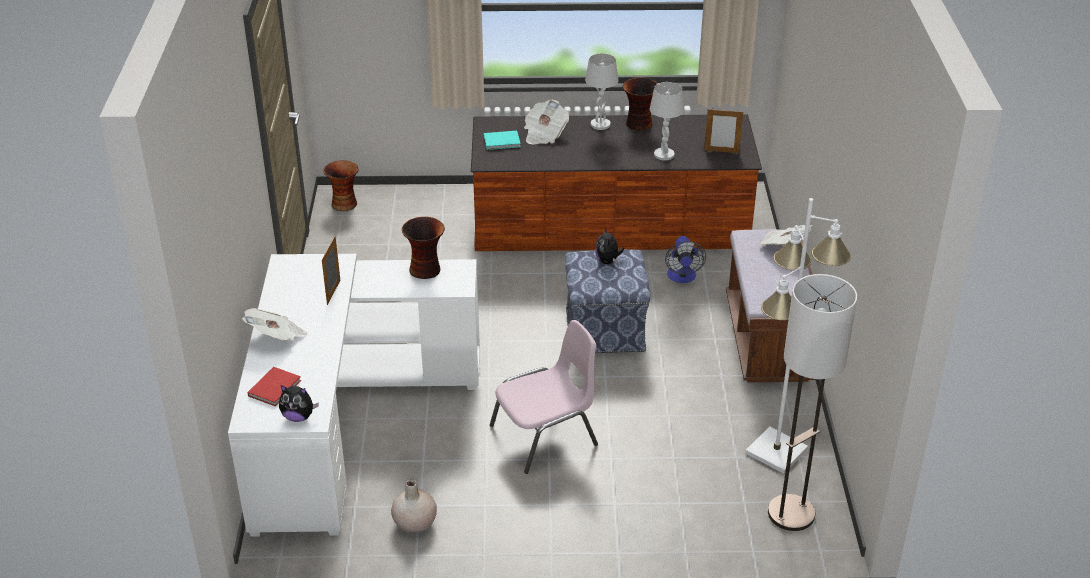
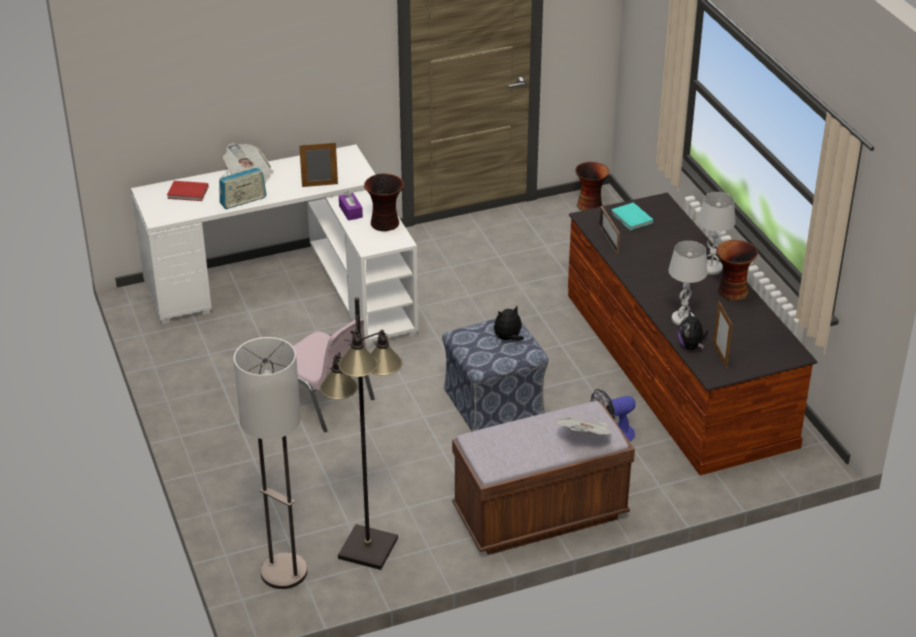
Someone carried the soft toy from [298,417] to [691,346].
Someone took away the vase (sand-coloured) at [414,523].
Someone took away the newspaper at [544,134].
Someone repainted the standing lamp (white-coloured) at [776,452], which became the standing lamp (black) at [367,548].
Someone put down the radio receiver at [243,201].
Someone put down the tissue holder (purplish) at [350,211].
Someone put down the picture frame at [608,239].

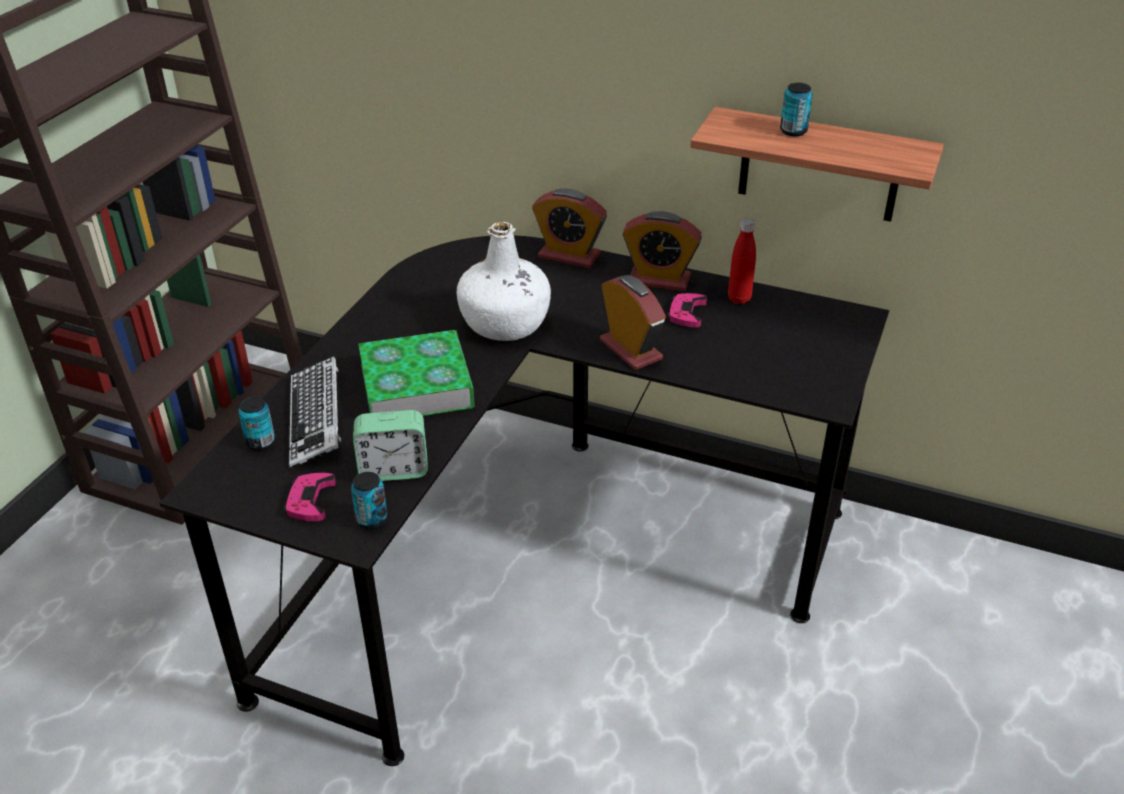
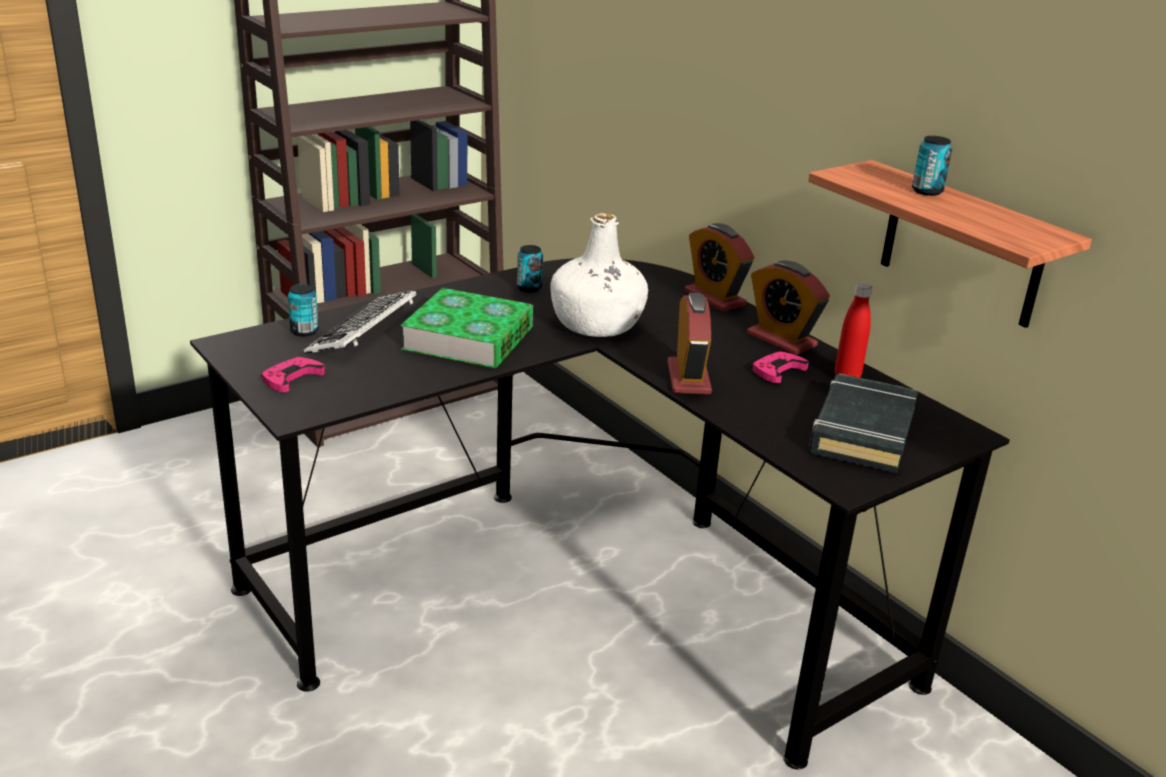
Someone carried the sealed can from [372,520] to [529,288].
Someone took away the bedside clock at [393,470].
Someone put down the book (black) at [862,431].

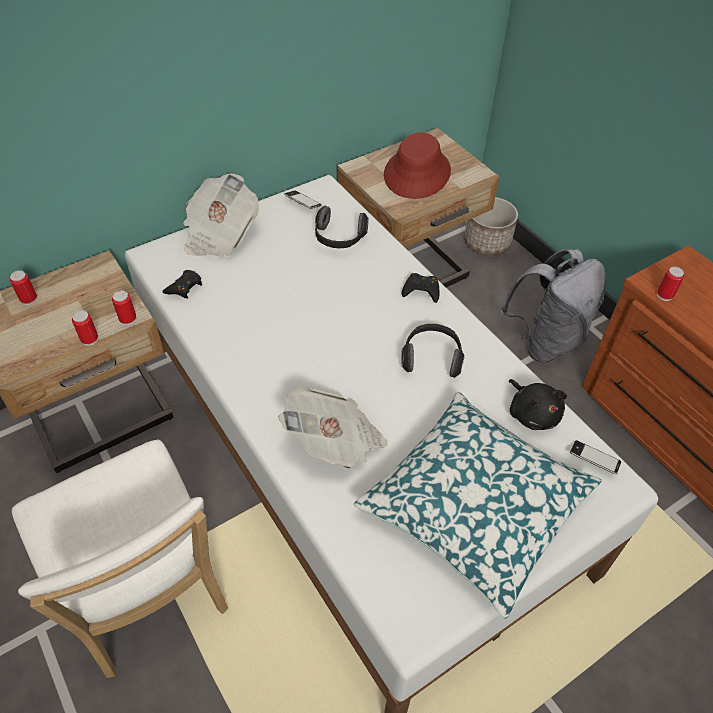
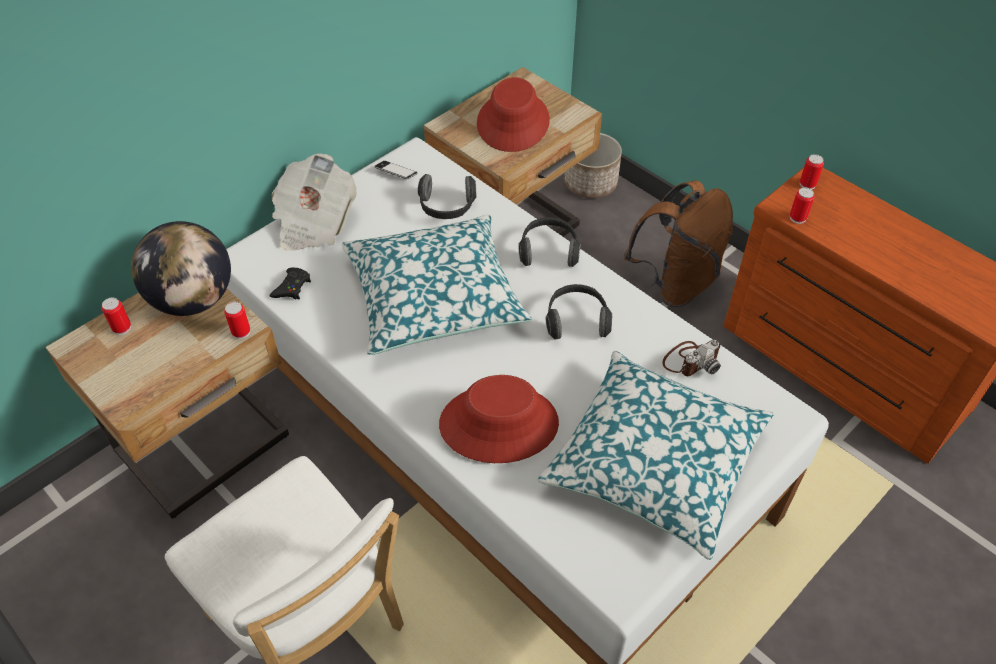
Someone carried the sealed can from [89,339] to [807,184].
Someone swapped the newspaper at [335,442] for the wearable hat (reddish) at [499,423].
Someone swapped the gamepad (black) at [421,290] for the pair of headphones at [548,251].
Someone repainted the knapsack (greyish) at [545,341], which became the knapsack (brownish) at [675,283].
Someone swapped the soft toy (black) at [532,413] for the still camera at [691,360].
Someone took away the handset at [594,459].
Someone put down the world globe at [193,300].
Someone put down the cushion at [434,297].

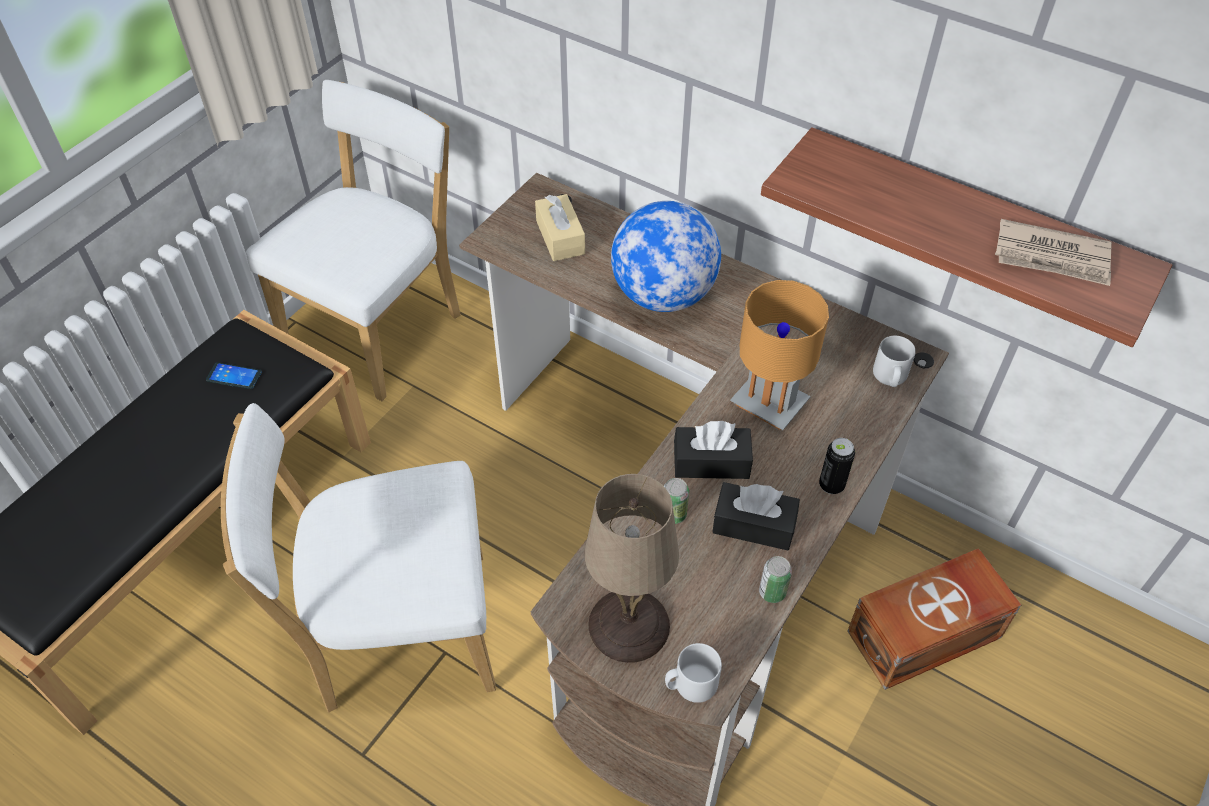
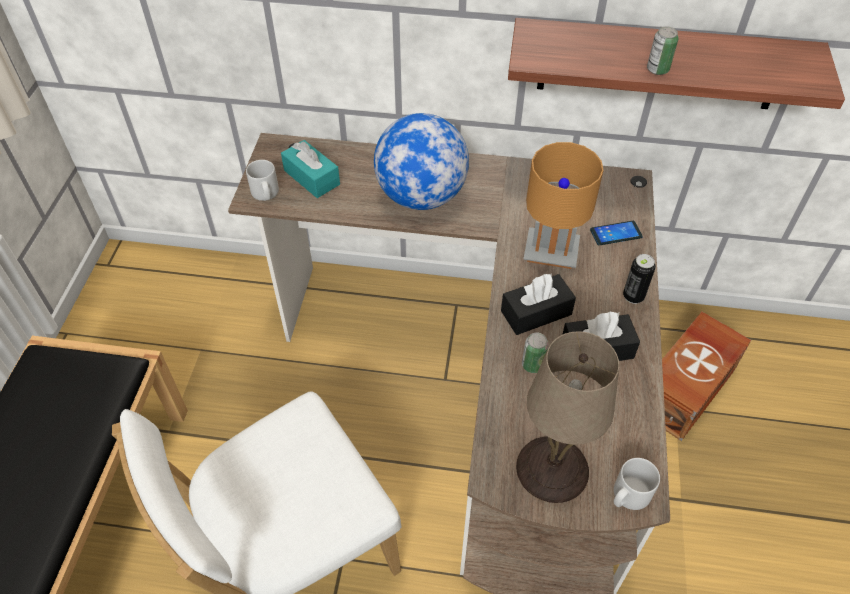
Someone carried the handset from [234,376] to [616,233].
Someone took away the upright chair (white-coloured) at [380,328].
Someone repainted the tissue holder (sand-coloured) at [560,237], which became the tissue holder (blue-green) at [312,177].
Someone carried the sealed can from [772,592] to [657,69].
Someone carried the mug (greyish) from [890,377] to [265,194].
Someone took away the newspaper at [1052,257].

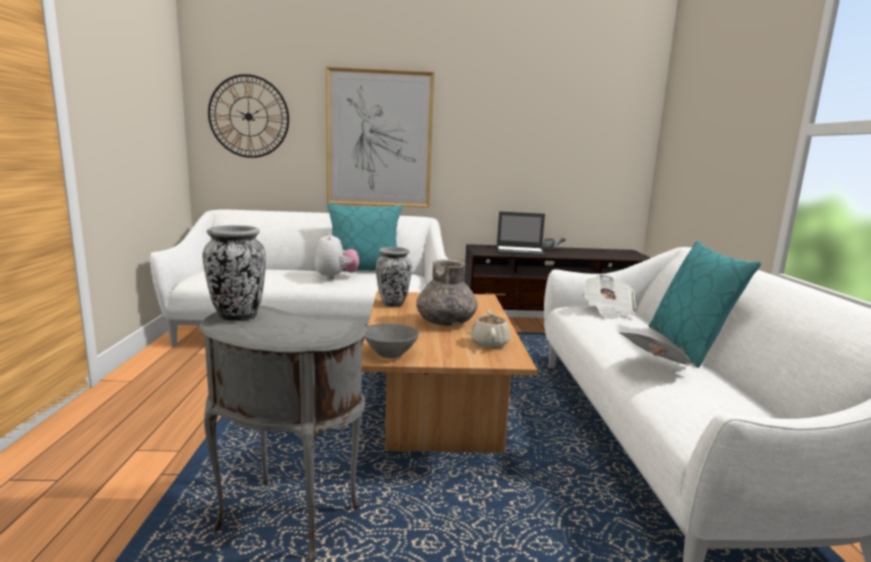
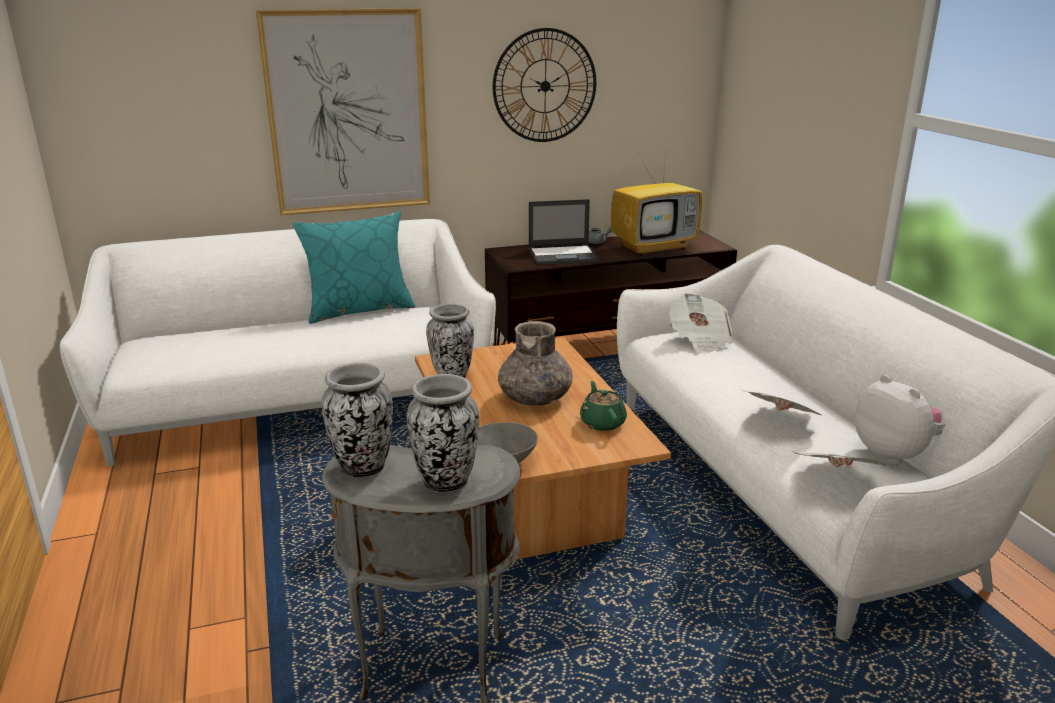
Someone carried the clock on the wall from [248,116] to [545,86].
Someone carried the soft toy from [336,277] to [894,454].
Someone repainted the teapot (sand-coloured) at [489,343], which became the teapot (green-coloured) at [602,422].
Someone took away the cushion (blue-green) at [689,346].
Someone put down the vase at [446,483].
Someone put down the TV set at [654,247].
Someone put down the newspaper at [834,479].

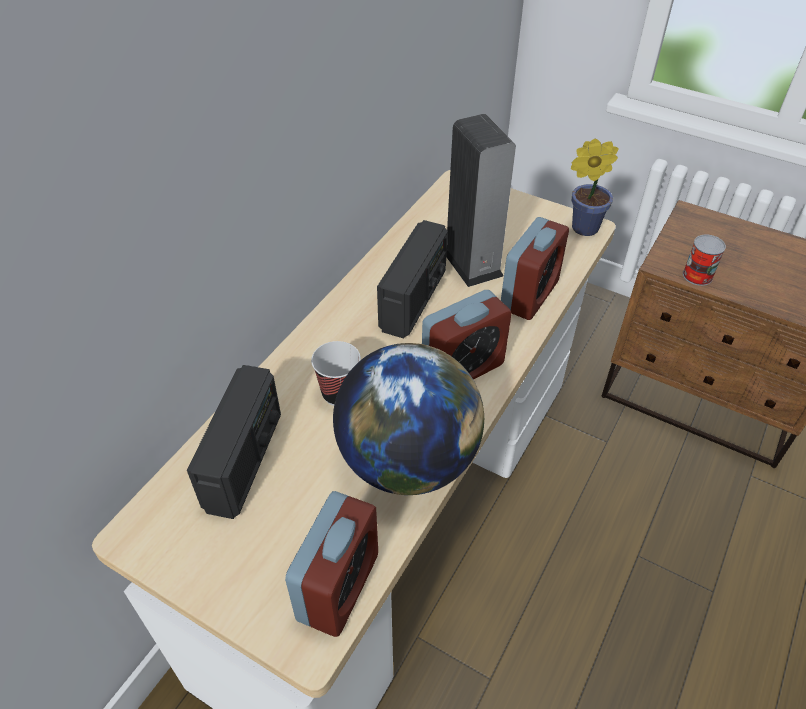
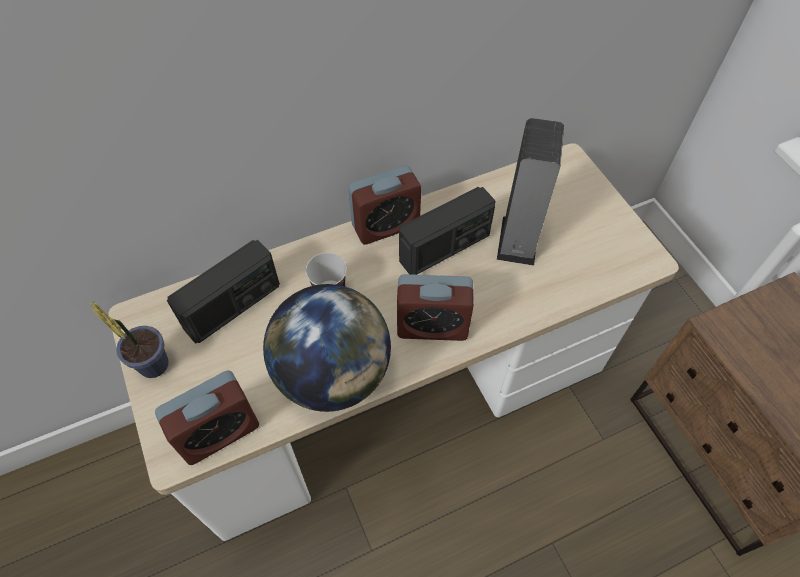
Someone carried the bedside clock from [529,295] to [385,225].
Someone carried the potted plant from [581,228] to [151,362].
Someone took away the sealed can at [697,275].

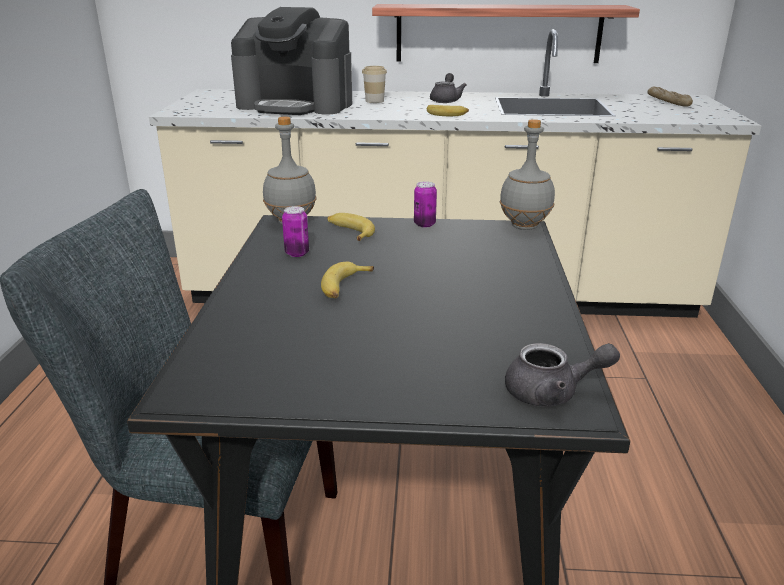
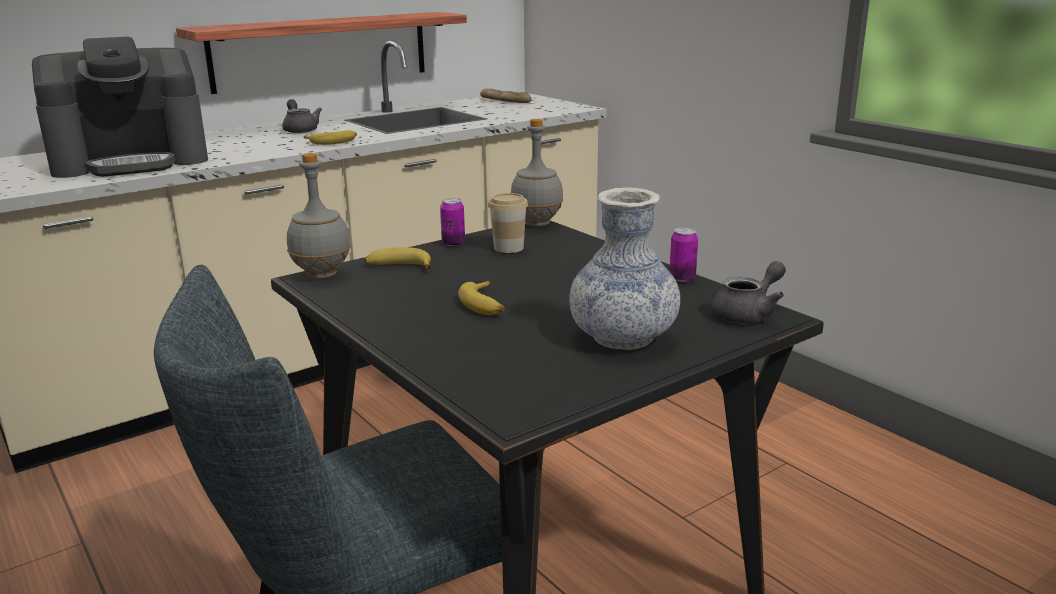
Someone carried the sealed can from [297,253] to [682,278].
Someone carried the cup from [374,101] to [508,248].
Someone put down the vase at [623,338].

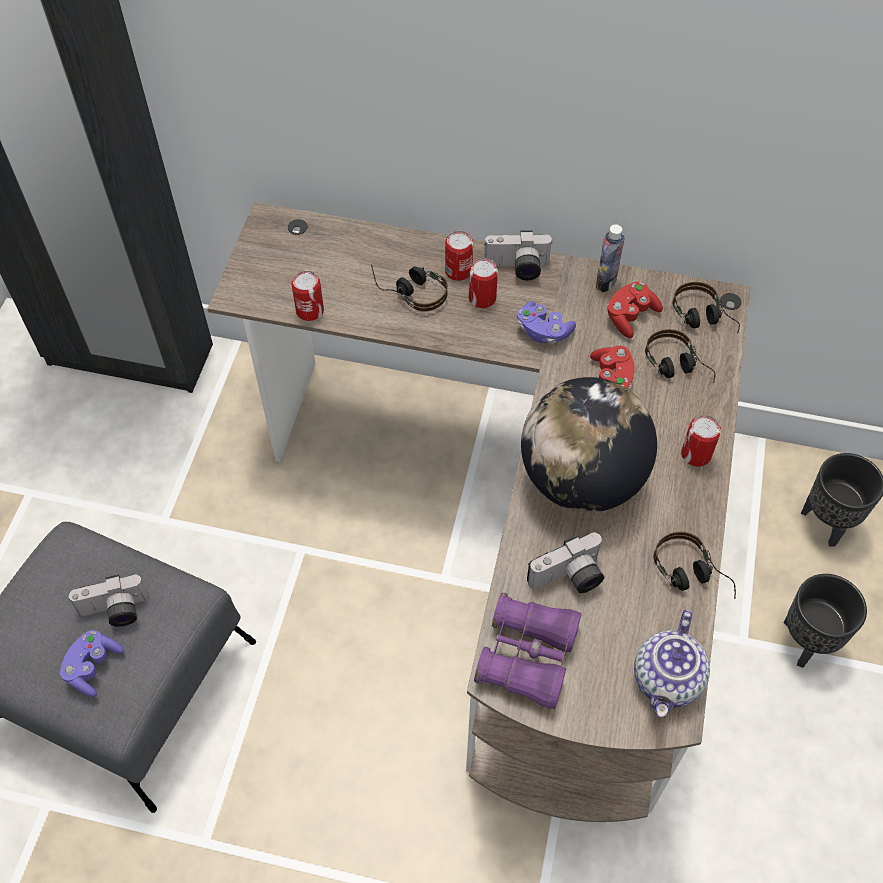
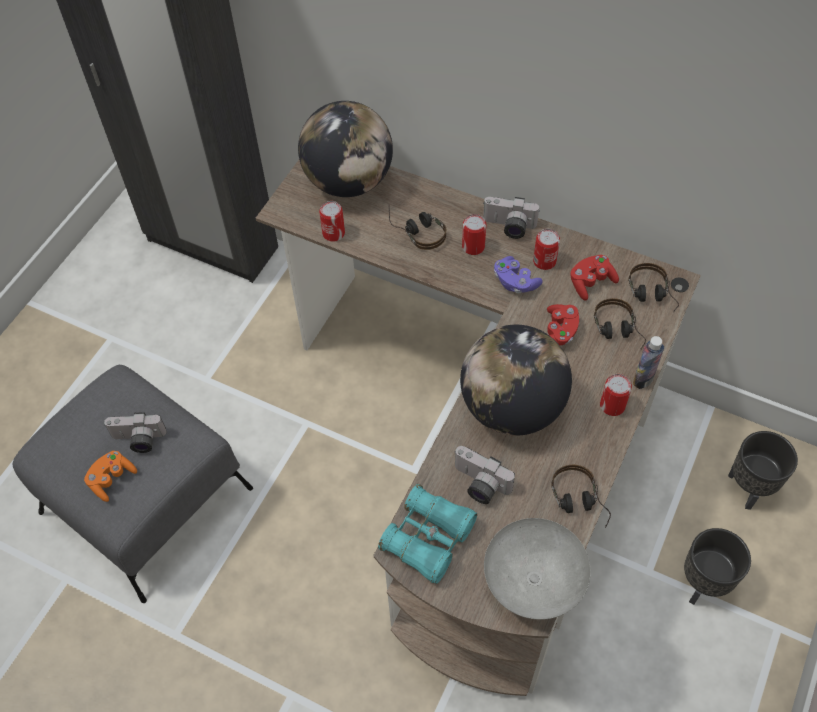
Someone repainted the gamepad (purplish) at [93,667], which became the gamepad (orange-coloured) at [112,479].
Someone carried the sealed can from [458,271] to [544,261].
Someone repainted the field glasses (purplish) at [527,656], which became the field glasses (blue-green) at [428,539].
Someone rotated the still camera at [569,579] by 45 degrees clockwise.
Someone carried the drink bottle from [606,282] to [643,379].
Someone swapped the teapot at [668,680] for the deep dish (greyish) at [535,581].
Someone put down the world globe at [349,182].

